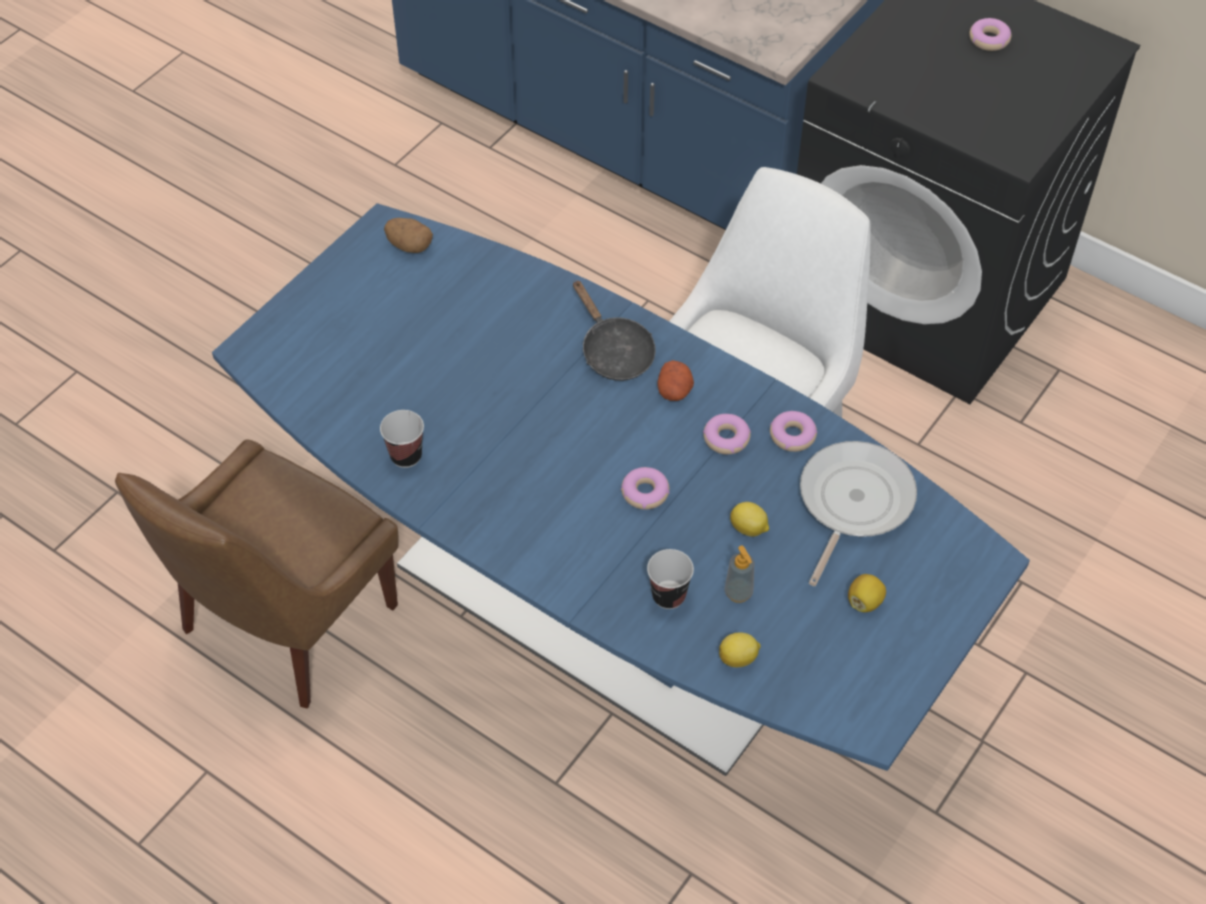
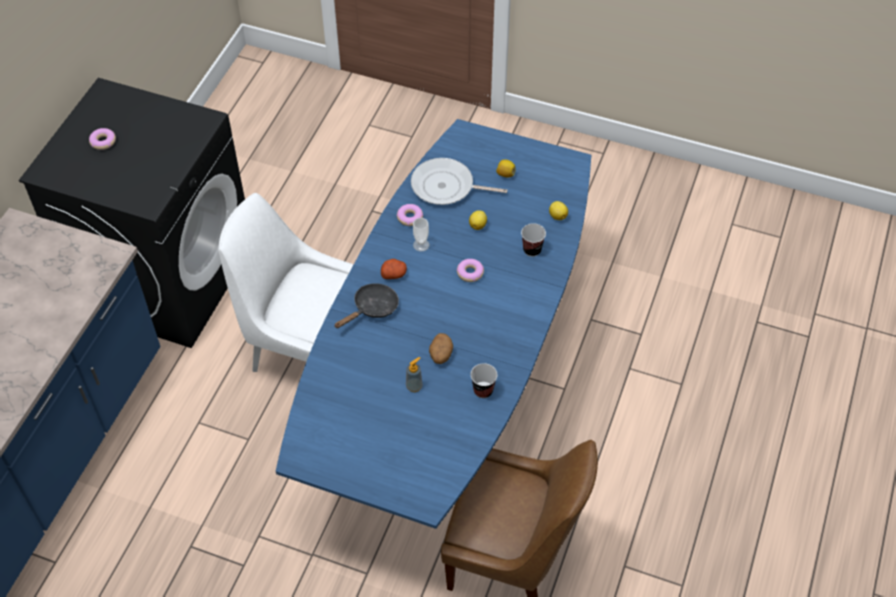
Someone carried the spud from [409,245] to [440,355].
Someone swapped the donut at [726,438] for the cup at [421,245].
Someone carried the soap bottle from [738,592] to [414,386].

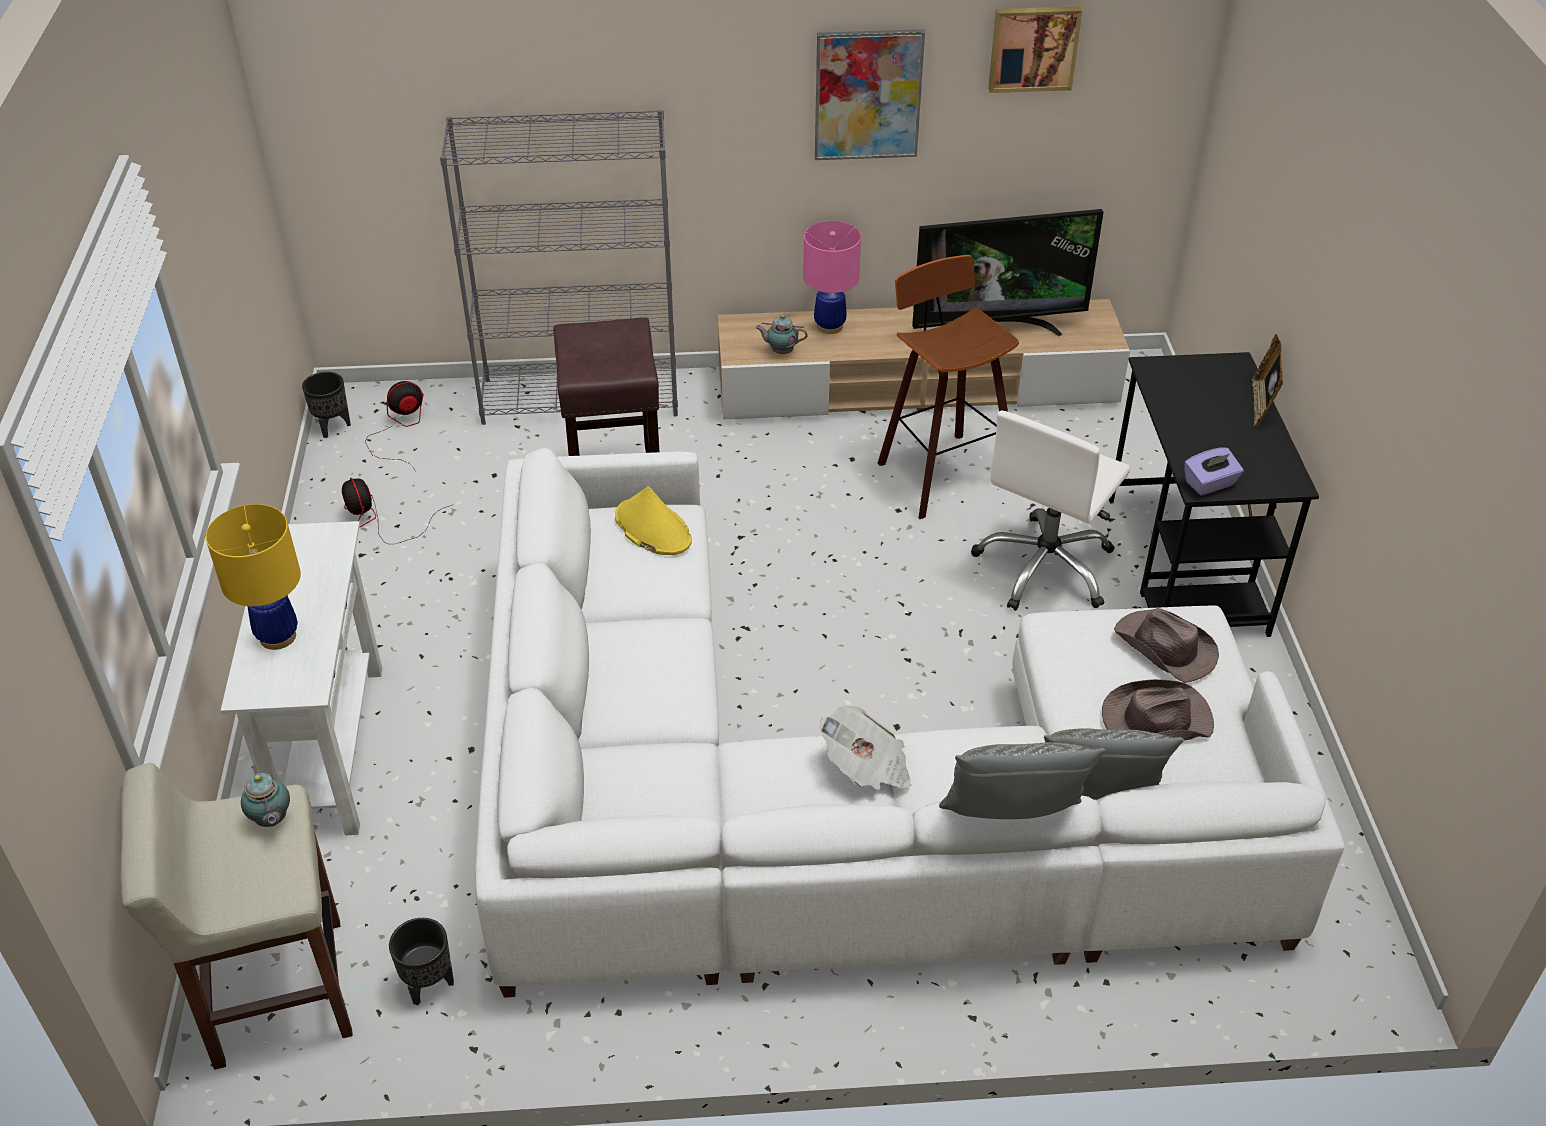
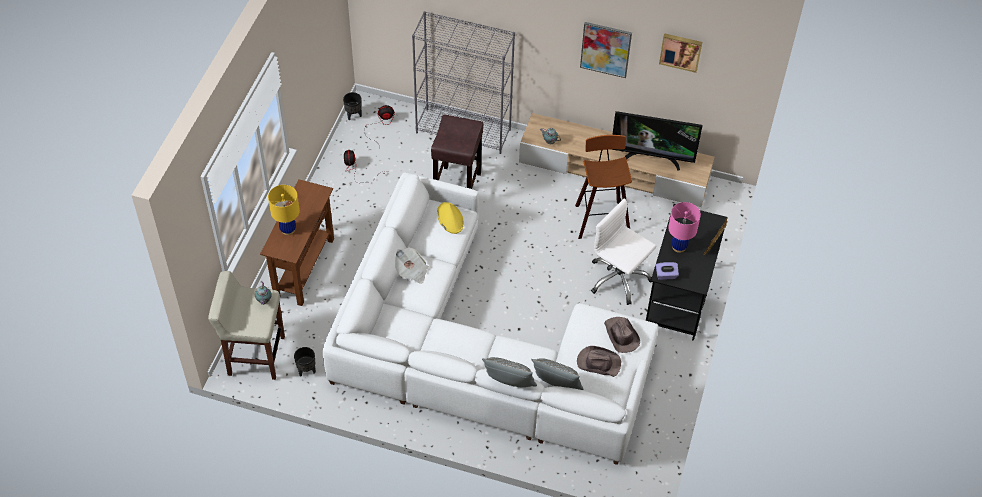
Someone repainted the hall table (white-coloured) at [332,749], which became the hall table (brownish) at [304,268].
Someone carried the lamp for a table (pink) from [830,326] to [679,247].
Someone carried the newspaper from [866,767] to [411,271].
Someone rotated the computer chair (white-coloured) at [1045,567] by 75 degrees clockwise.

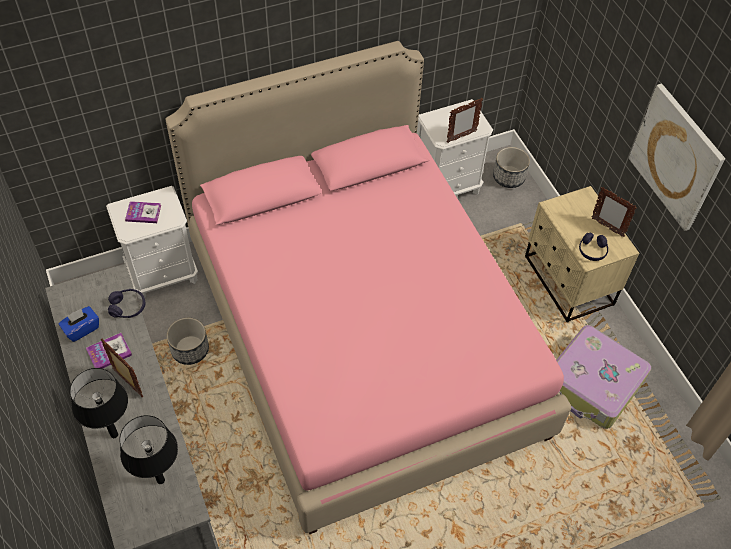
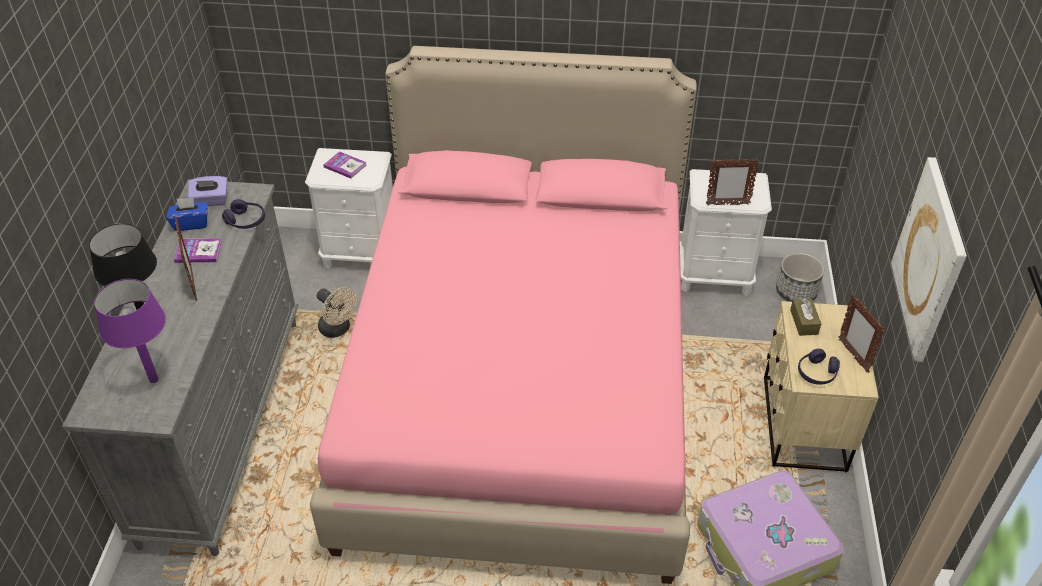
Someone repainted the lamp for a table (black) at [161,480], which became the lamp for a table (purplish) at [154,379].
Someone swapped the plant pot at [190,349] for the electric fan (sand-coloured) at [338,329].
Someone put down the tissue holder (purplish) at [211,201].
Someone put down the tissue holder (brownish) at [804,322].

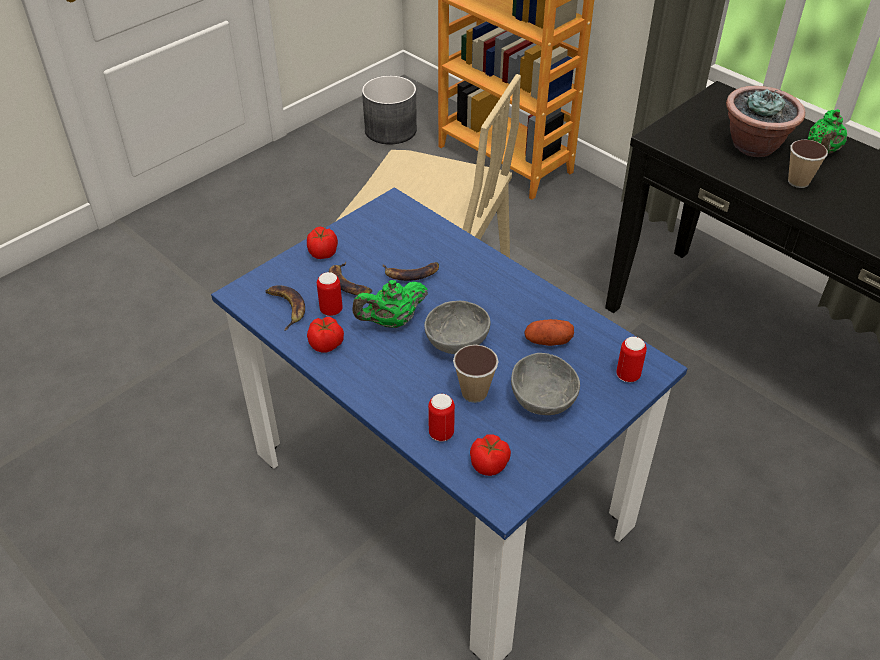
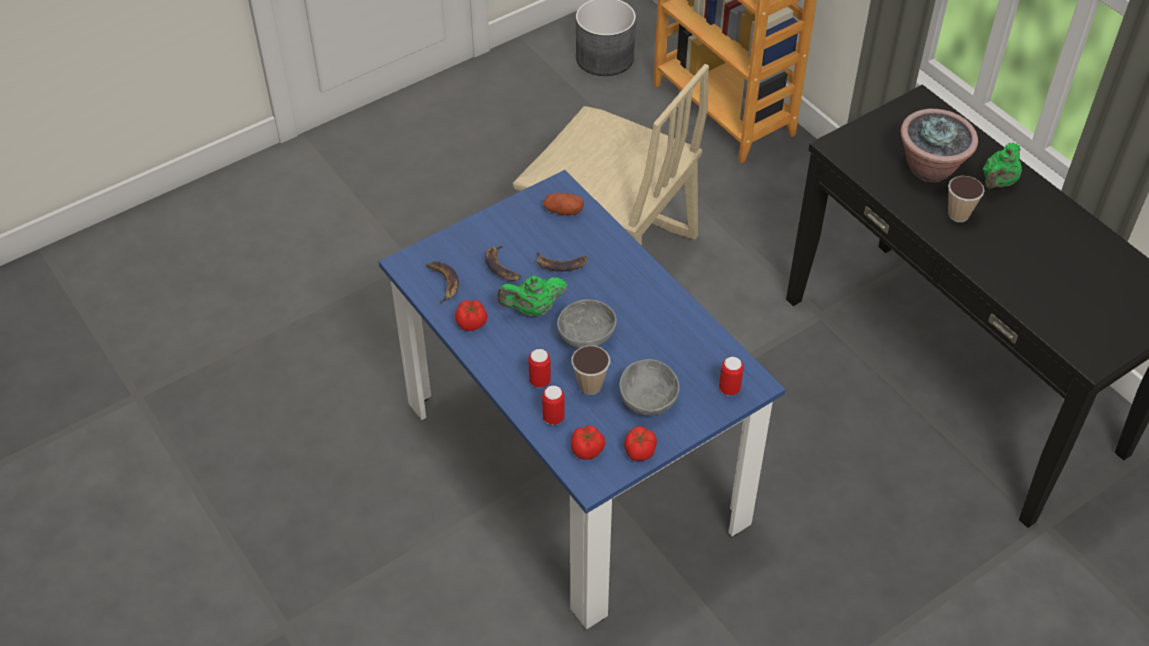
Someone carried the whole tomato from [322,253] to [639,452].
Someone carried the sealed can from [331,310] to [540,381].
Someone carried the spud from [548,341] to [563,211].

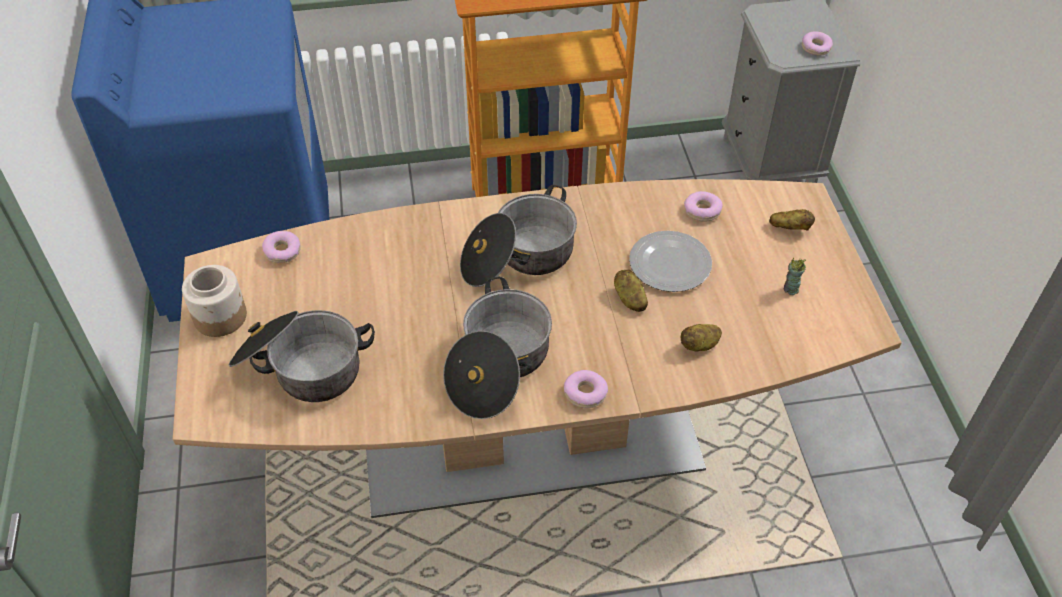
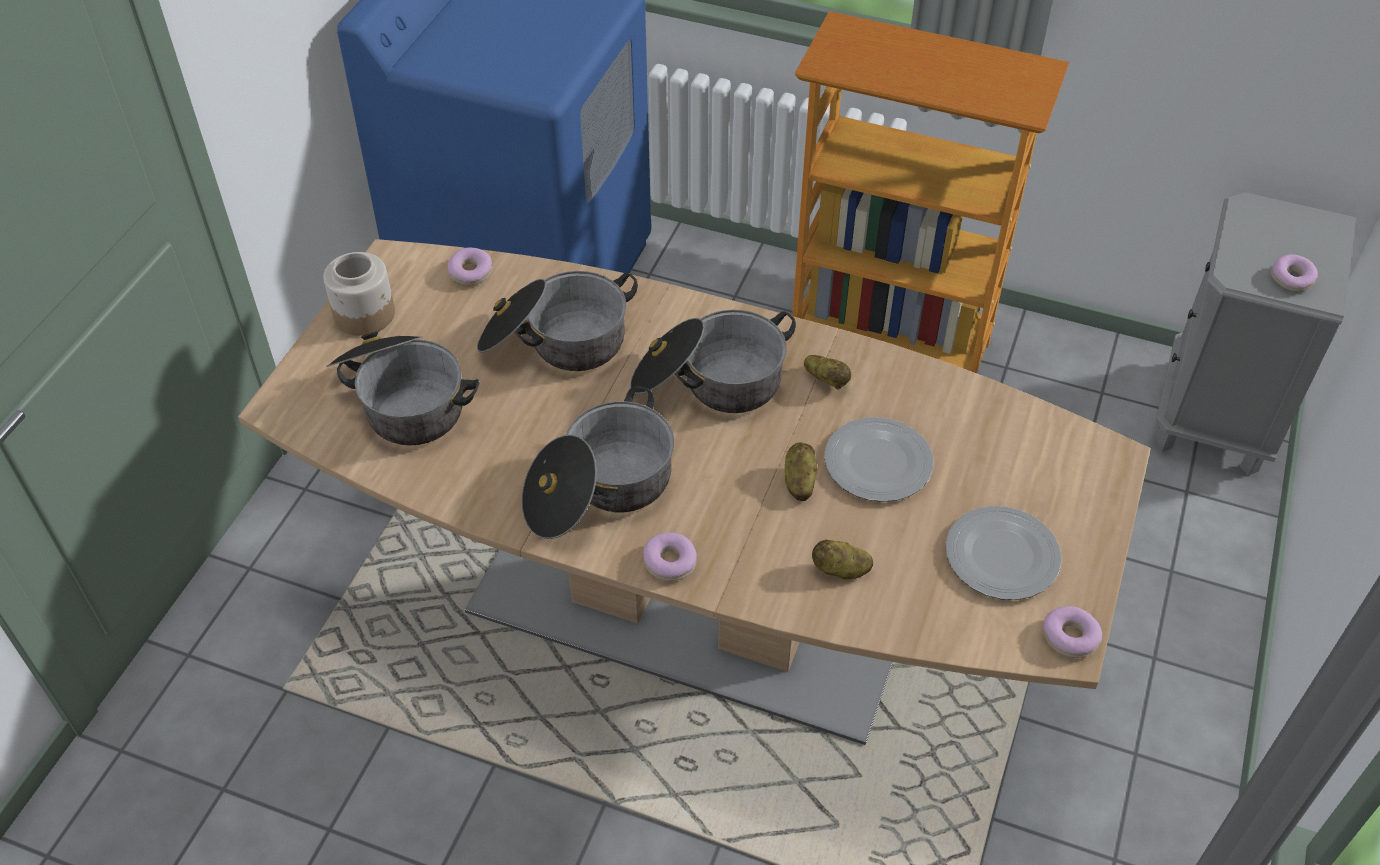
Someone carried the donut from [702,211] to [1070,637].
Someone carried the spud from [790,228] to [826,380].
Someone swapped the cup at [790,289] for the dinner plate at [1003,556].
Someone put down the cooking pot at [556,341].

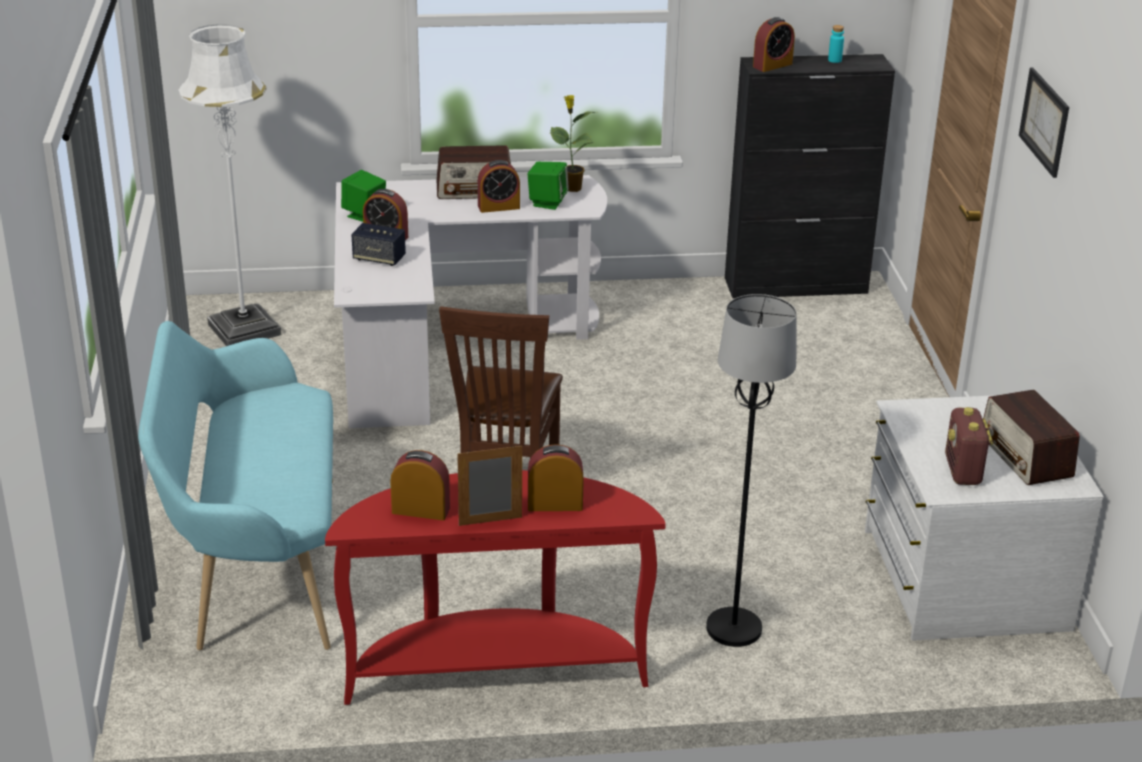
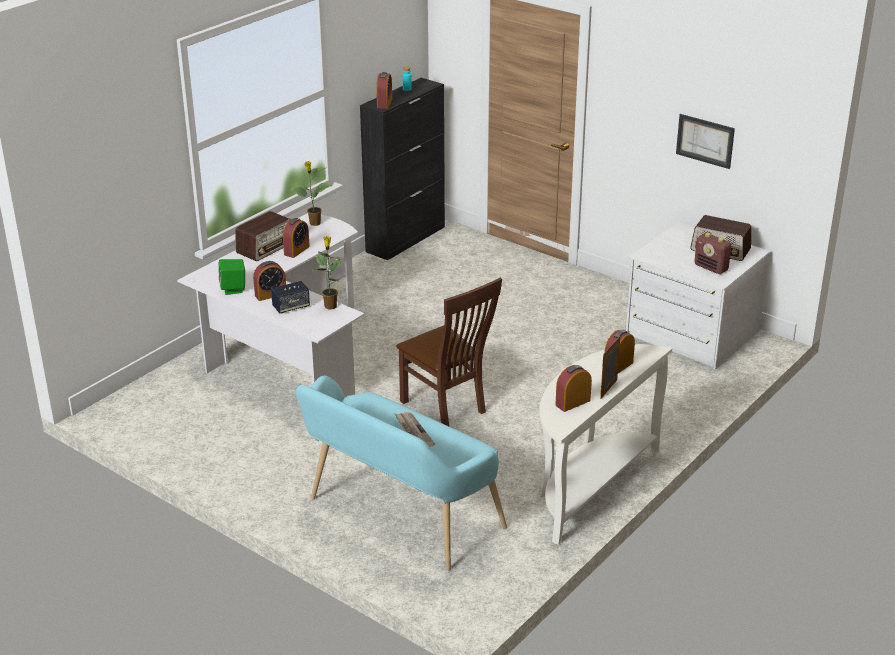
Someone took away the standing lamp (white-coloured) at [244,329].
Someone repainted the hall table (reddish) at [494,669], which became the hall table (white-coloured) at [589,486].
Someone took away the loudspeaker (green-coloured) at [547,202].
Someone took away the standing lamp (black) at [734,629].
Someone carried the wall art from [1044,121] to [705,140].
Someone put down the potted plant at [330,305].
Someone put down the newspaper at [413,432].

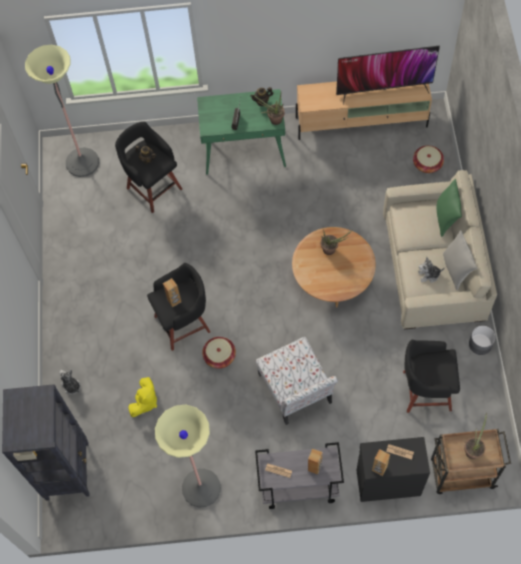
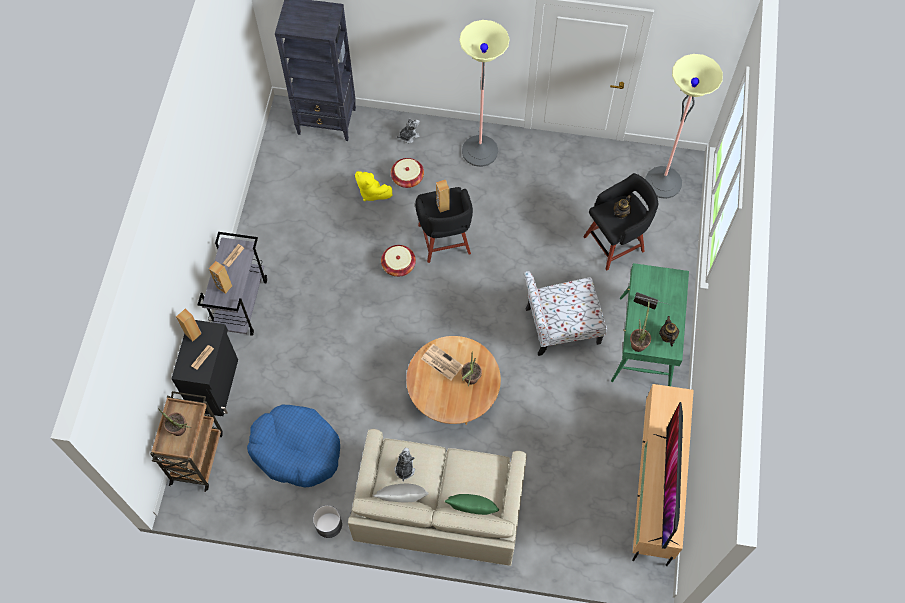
Someone carried the standing lamp from [201,488] to [480,151].
Someone carried the upright chair from [296,390] to [560,326].
Someone swapped the stool (black) at [424,390] for the pet bed (bluish) at [296,449].
Someone carried the basket from [427,164] to [407,178].
Someone put down the newspaper at [441,362].

